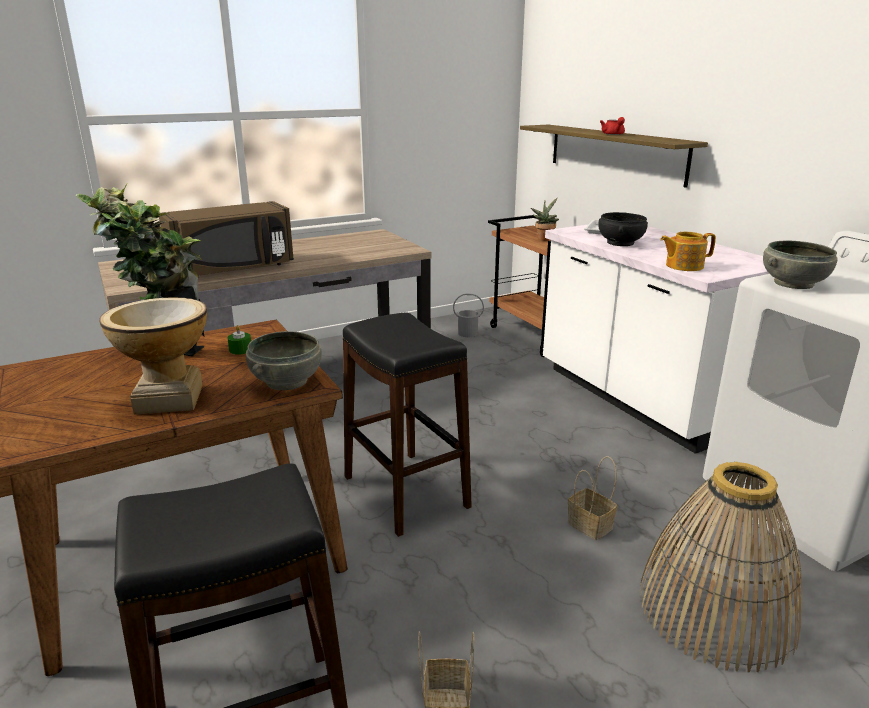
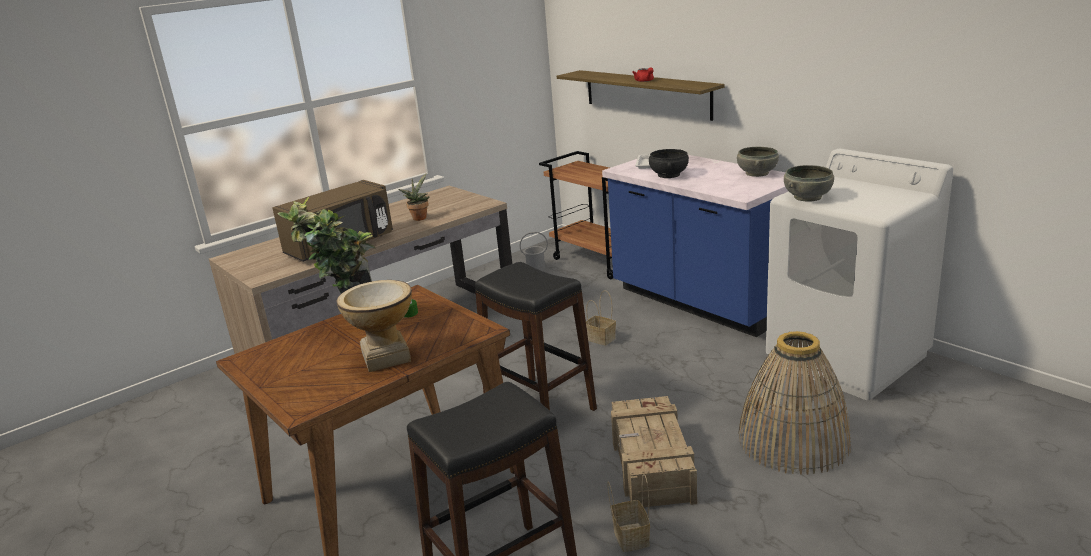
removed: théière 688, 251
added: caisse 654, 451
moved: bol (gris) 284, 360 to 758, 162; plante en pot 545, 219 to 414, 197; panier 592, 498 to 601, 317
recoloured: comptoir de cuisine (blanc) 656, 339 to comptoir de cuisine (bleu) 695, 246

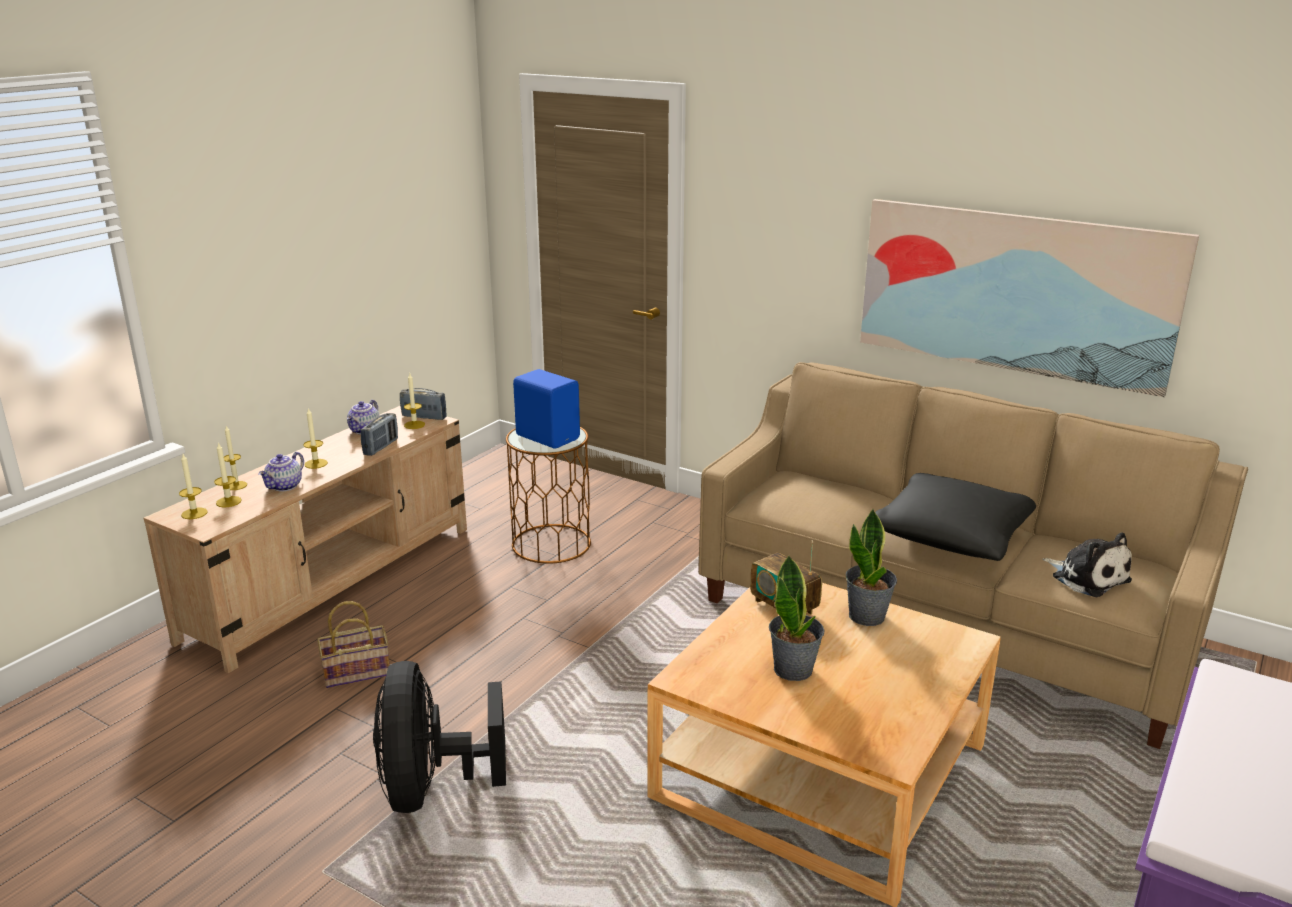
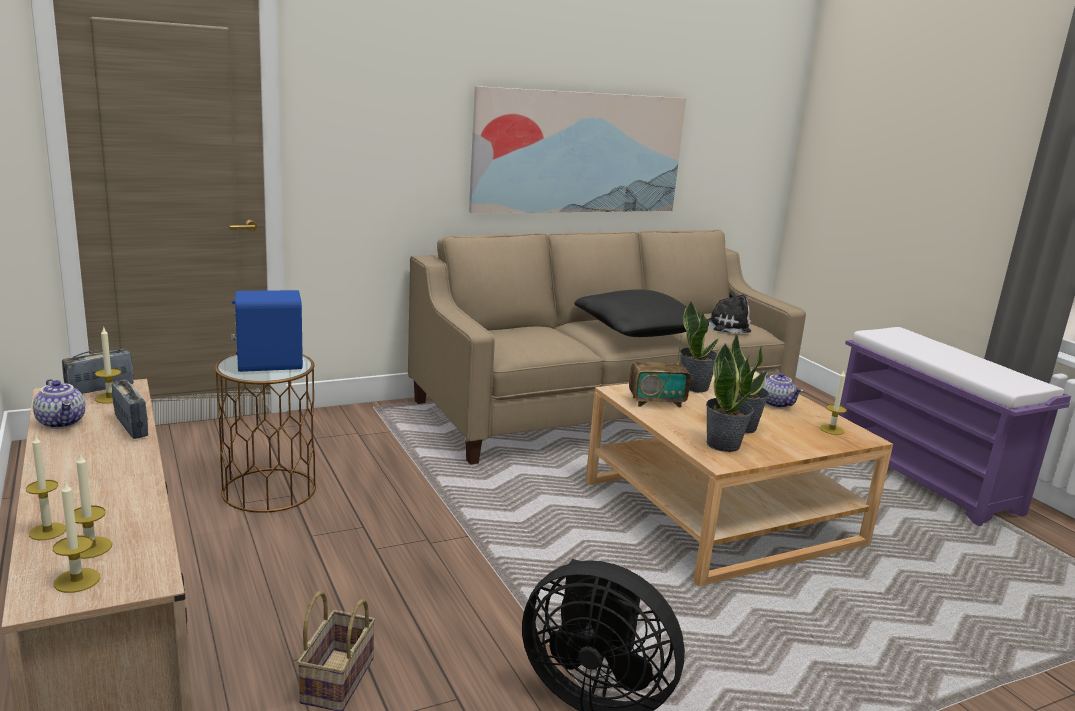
added: plante en pot 730, 398
moved: théière 281, 472 to 781, 389; bougie 315, 438 to 833, 403

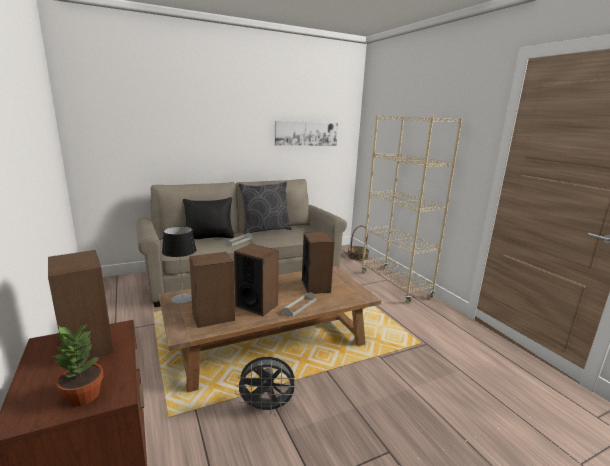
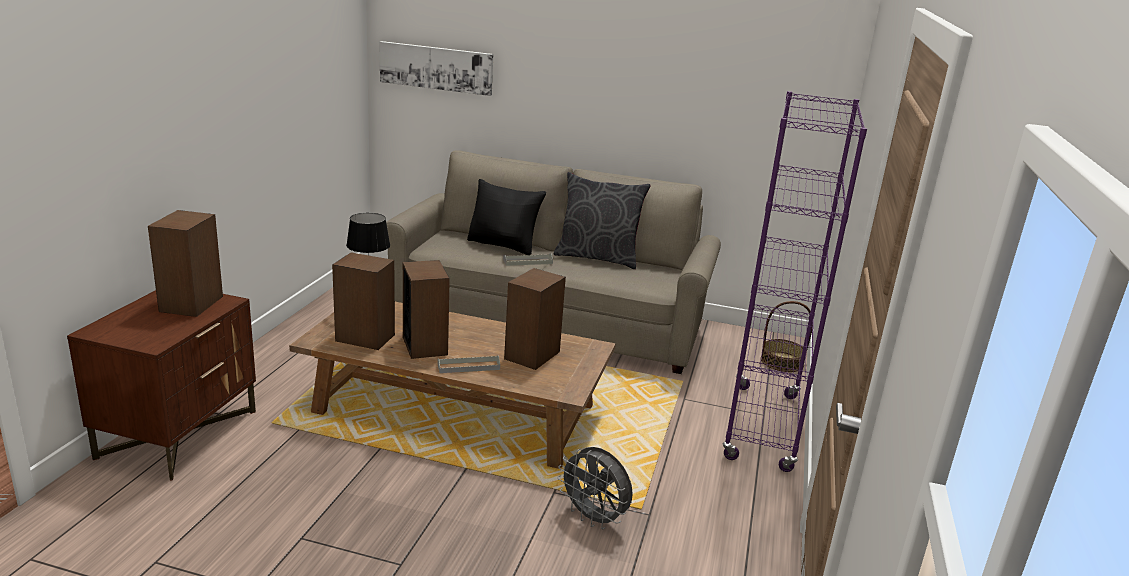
removed: plante en pot 78, 365
moved: ventilateur (gris) 266, 386 to 595, 488; tableau 306, 133 to 436, 68
recoloured: bibliothèque (beige) 412, 209 to bibliothèque (violet) 795, 281

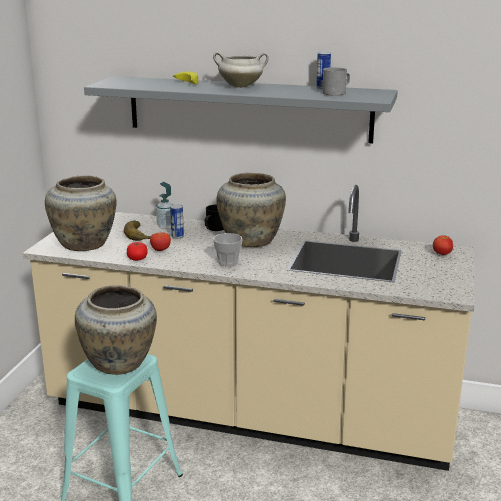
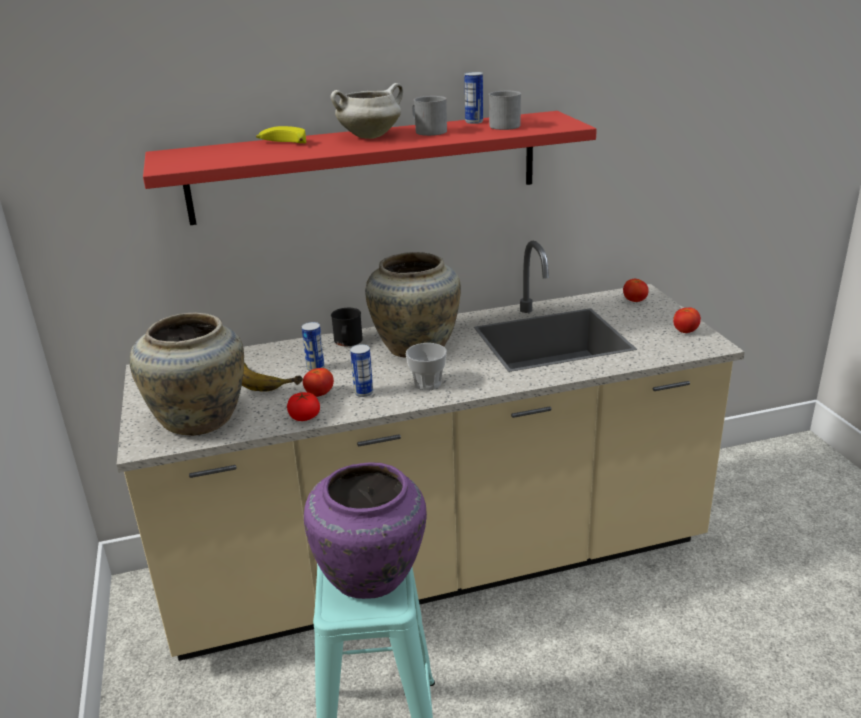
removed: distributeur de savon 164, 205
added: boîte métallique 361, 370; mug (gris) 429, 116; tomate 687, 320
recoloured: vase (beige) 116, 330 to vase (violet) 365, 531; étagère (gris) 241, 110 to étagère (rouge) 370, 168

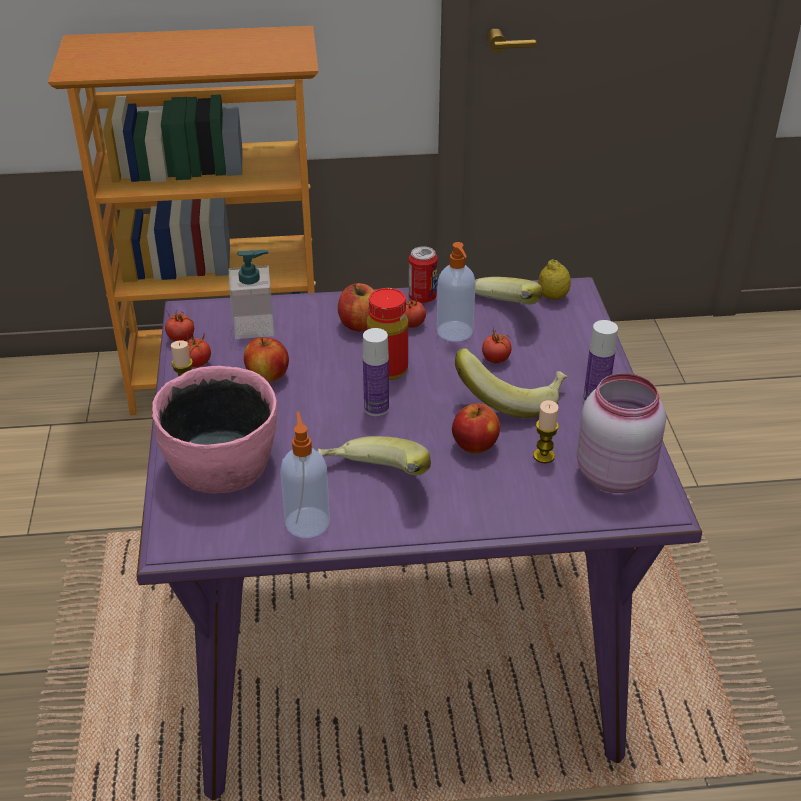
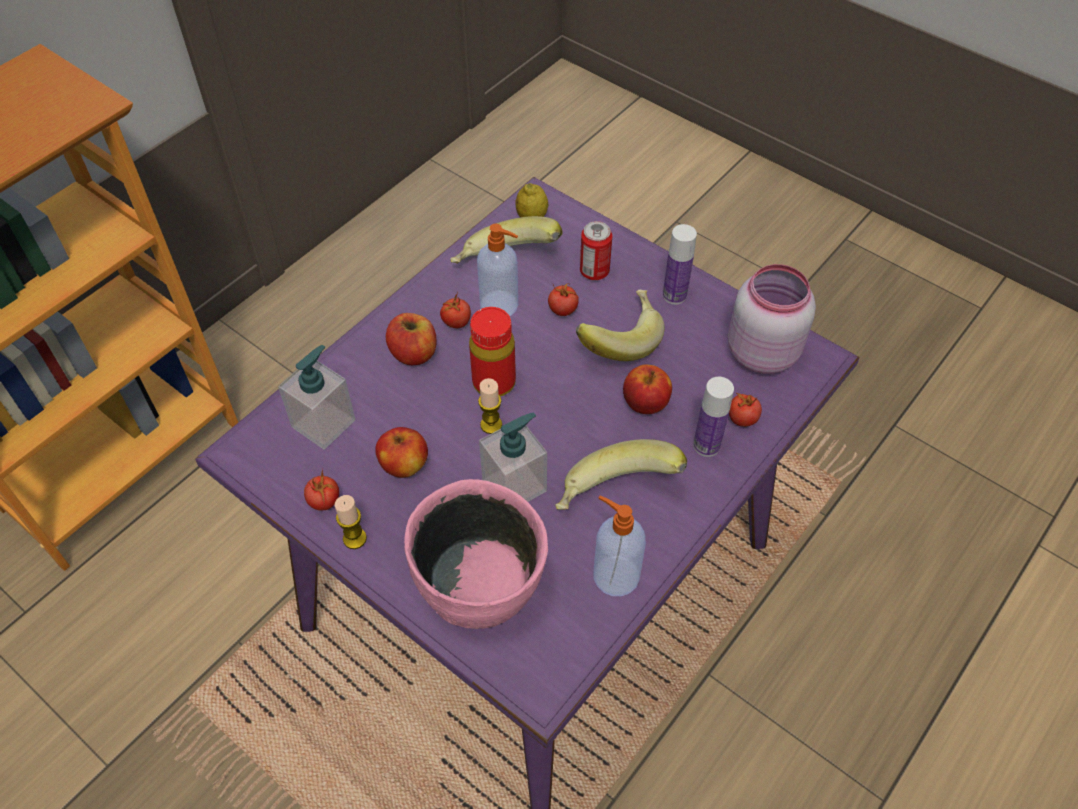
added: distributeur de savon 513, 457
moved: tomate 179, 325 to 745, 410; bouteille 376, 372 to 713, 417; boîte métallique 423, 274 to 596, 250; bougie 546, 431 to 490, 406

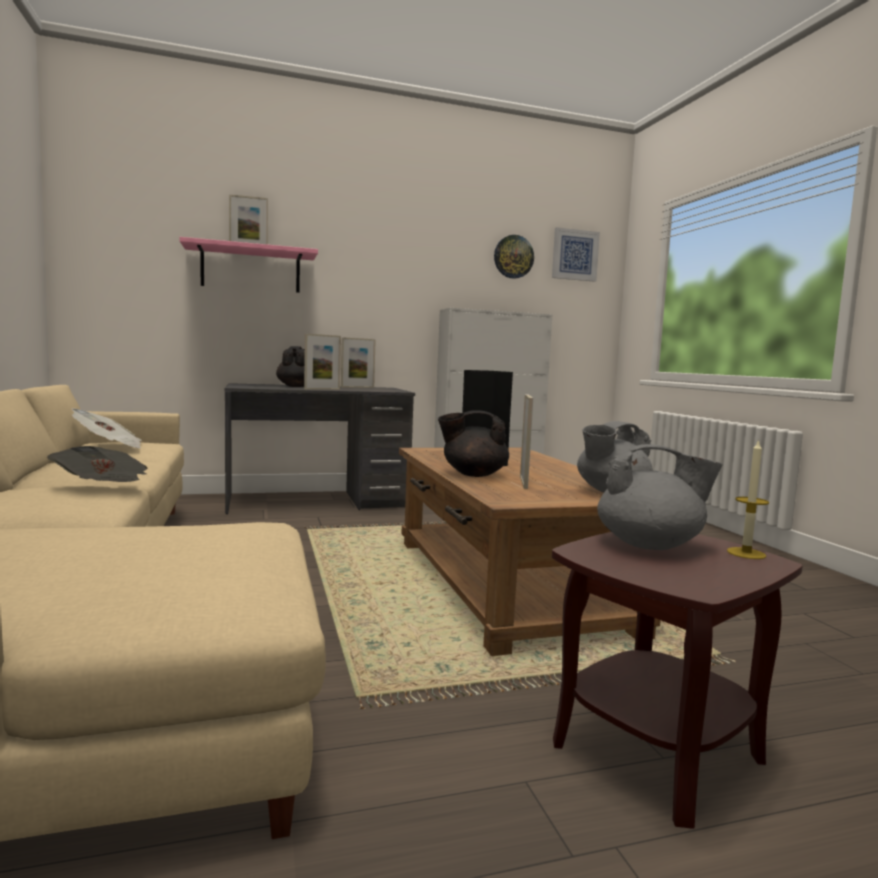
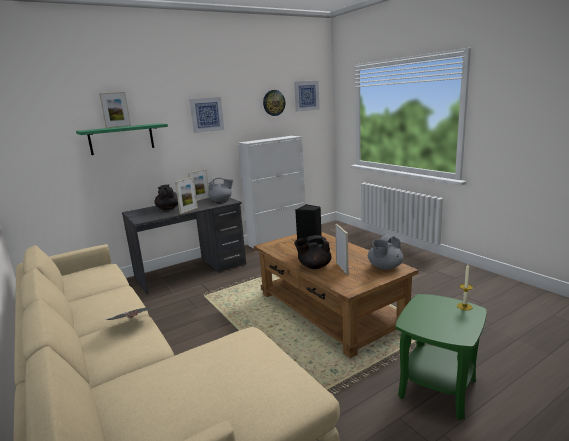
removed: journal 106, 428
added: tableau 206, 115
moved: théière (gris) 660, 497 to 220, 190
recoloured: étagère (rose) 248, 265 to étagère (vert) 122, 139; table d'appoint (marron) 677, 680 to table d'appoint (vert) 441, 357

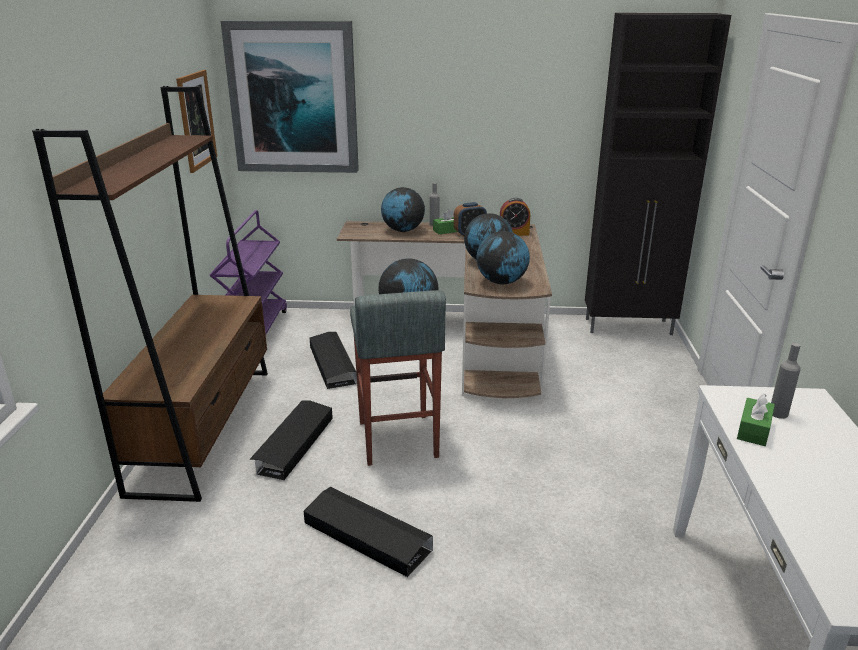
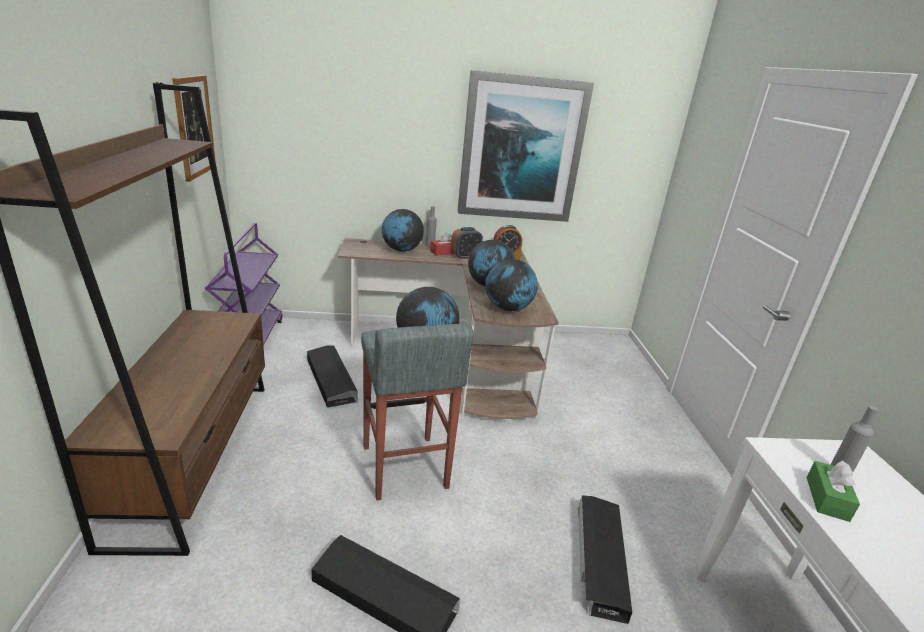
removed: meuble de rangement (noir) 658, 174
moved: tableau 290, 96 to 526, 146; boîte de rangement (noir) 291, 440 to 605, 560
recoloured: boîte à mouchoirs (vert) 445, 221 to boîte à mouchoirs (rouge) 442, 244

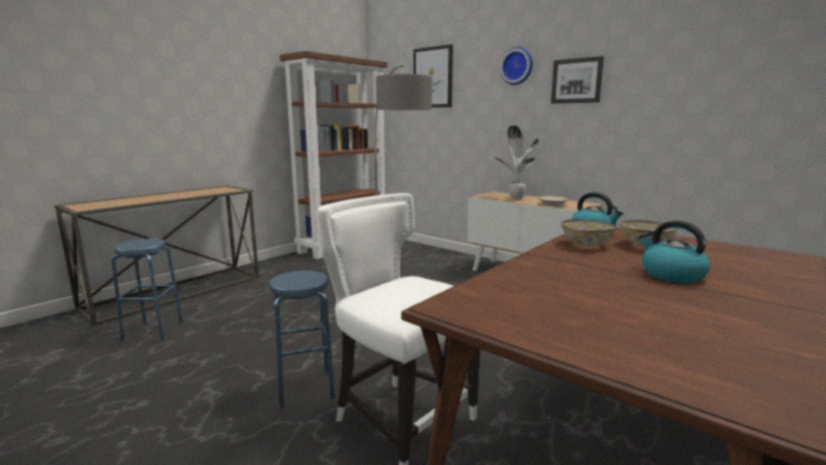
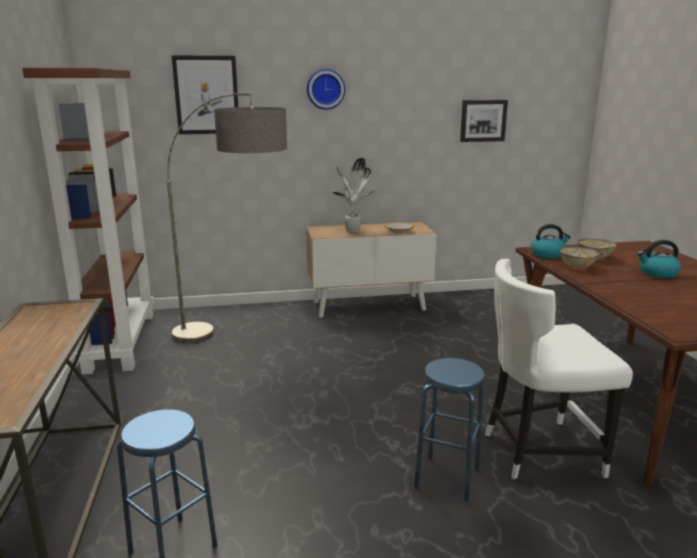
moved: tableau 577, 79 to 484, 121

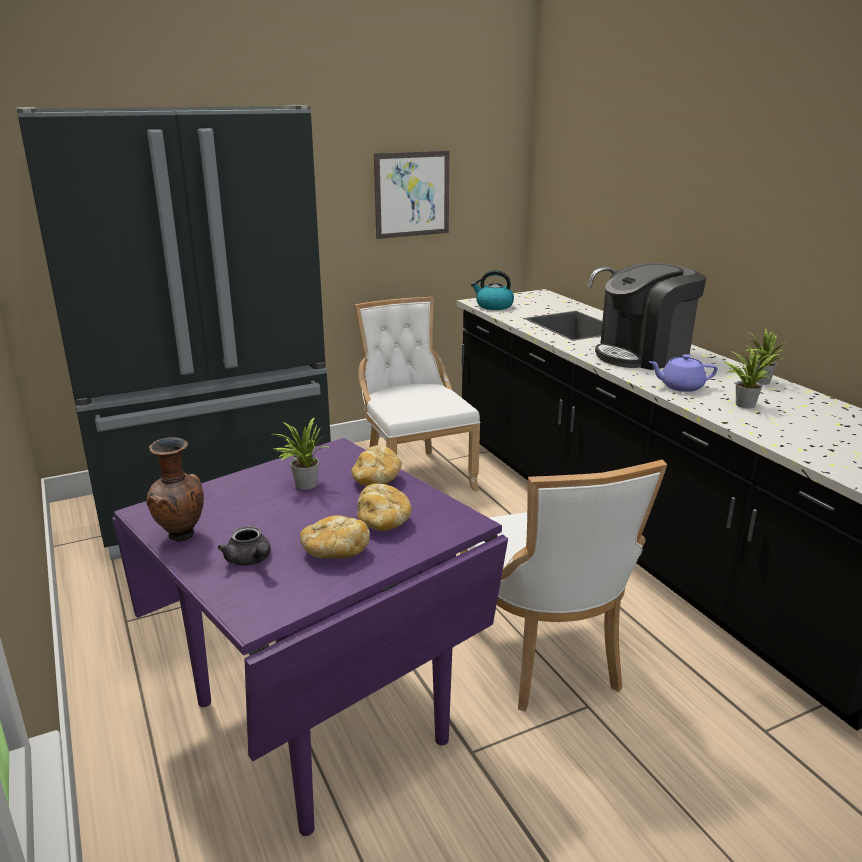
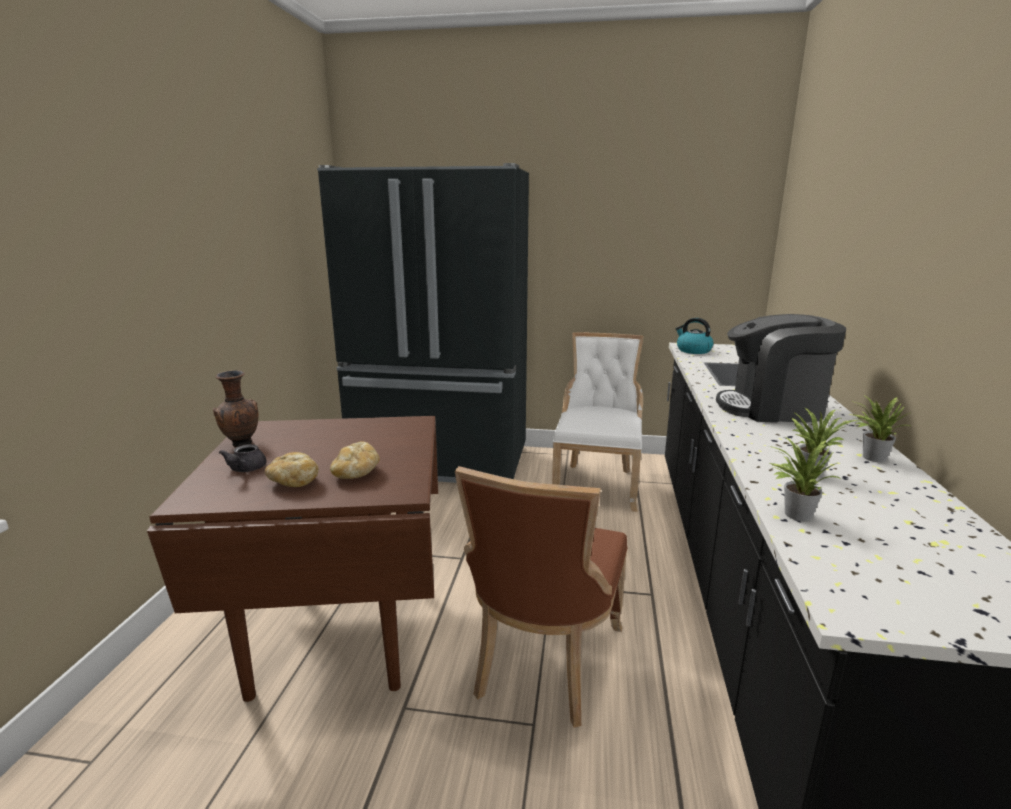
removed: pain 376, 465; tableau 411, 195; théière (violet) 683, 373
moved: plante en pot 301, 453 to 804, 479
recoloured: table à manger (violet) 310, 637 to table à manger (marron) 292, 559; chaise (blanc) 563, 585 to chaise (marron) 541, 597

